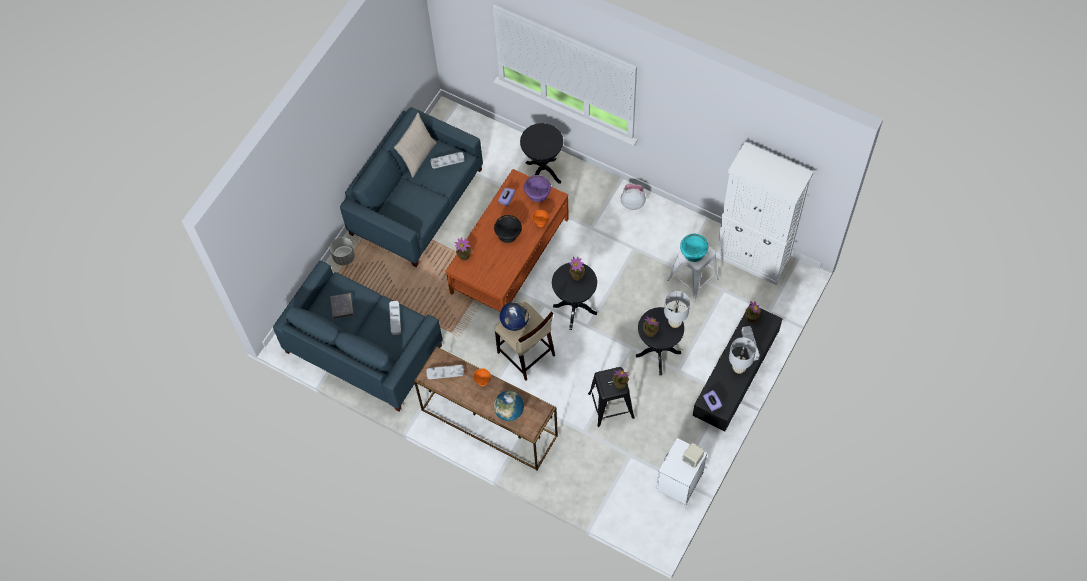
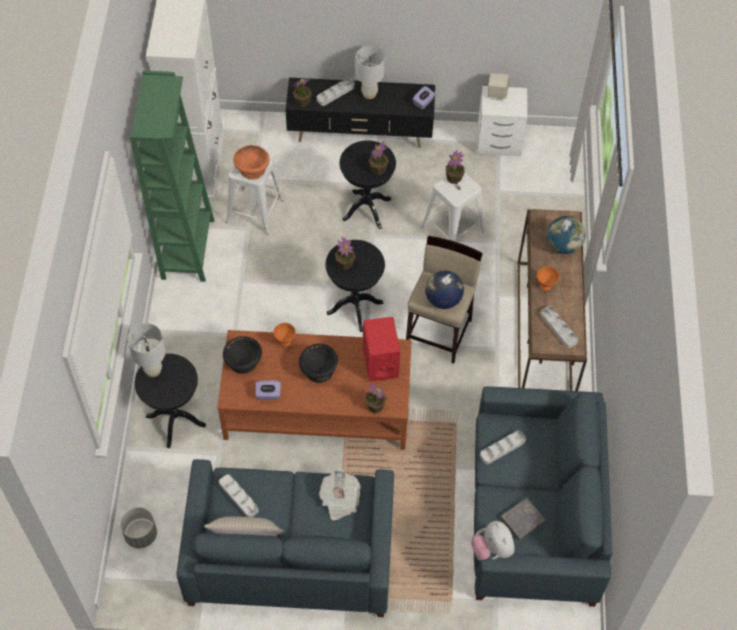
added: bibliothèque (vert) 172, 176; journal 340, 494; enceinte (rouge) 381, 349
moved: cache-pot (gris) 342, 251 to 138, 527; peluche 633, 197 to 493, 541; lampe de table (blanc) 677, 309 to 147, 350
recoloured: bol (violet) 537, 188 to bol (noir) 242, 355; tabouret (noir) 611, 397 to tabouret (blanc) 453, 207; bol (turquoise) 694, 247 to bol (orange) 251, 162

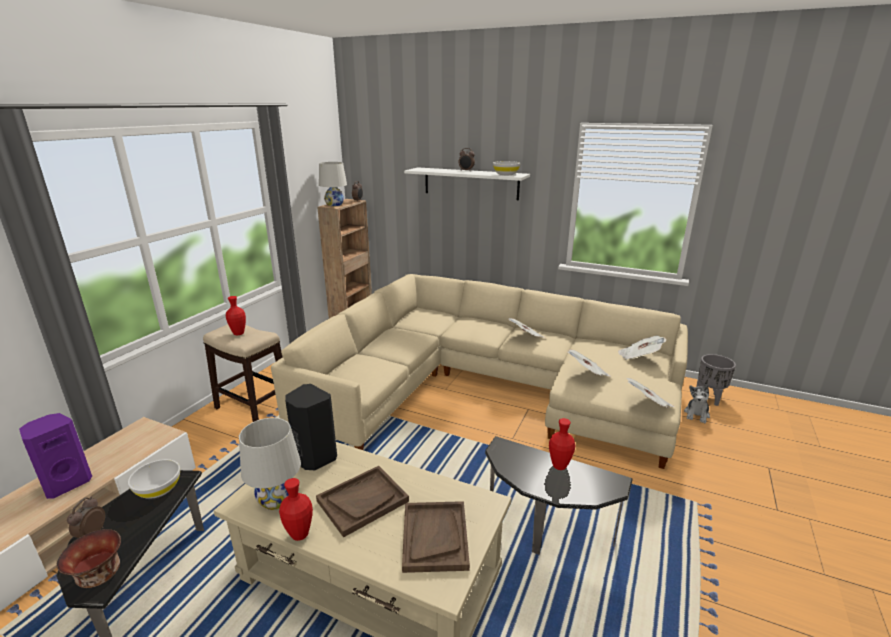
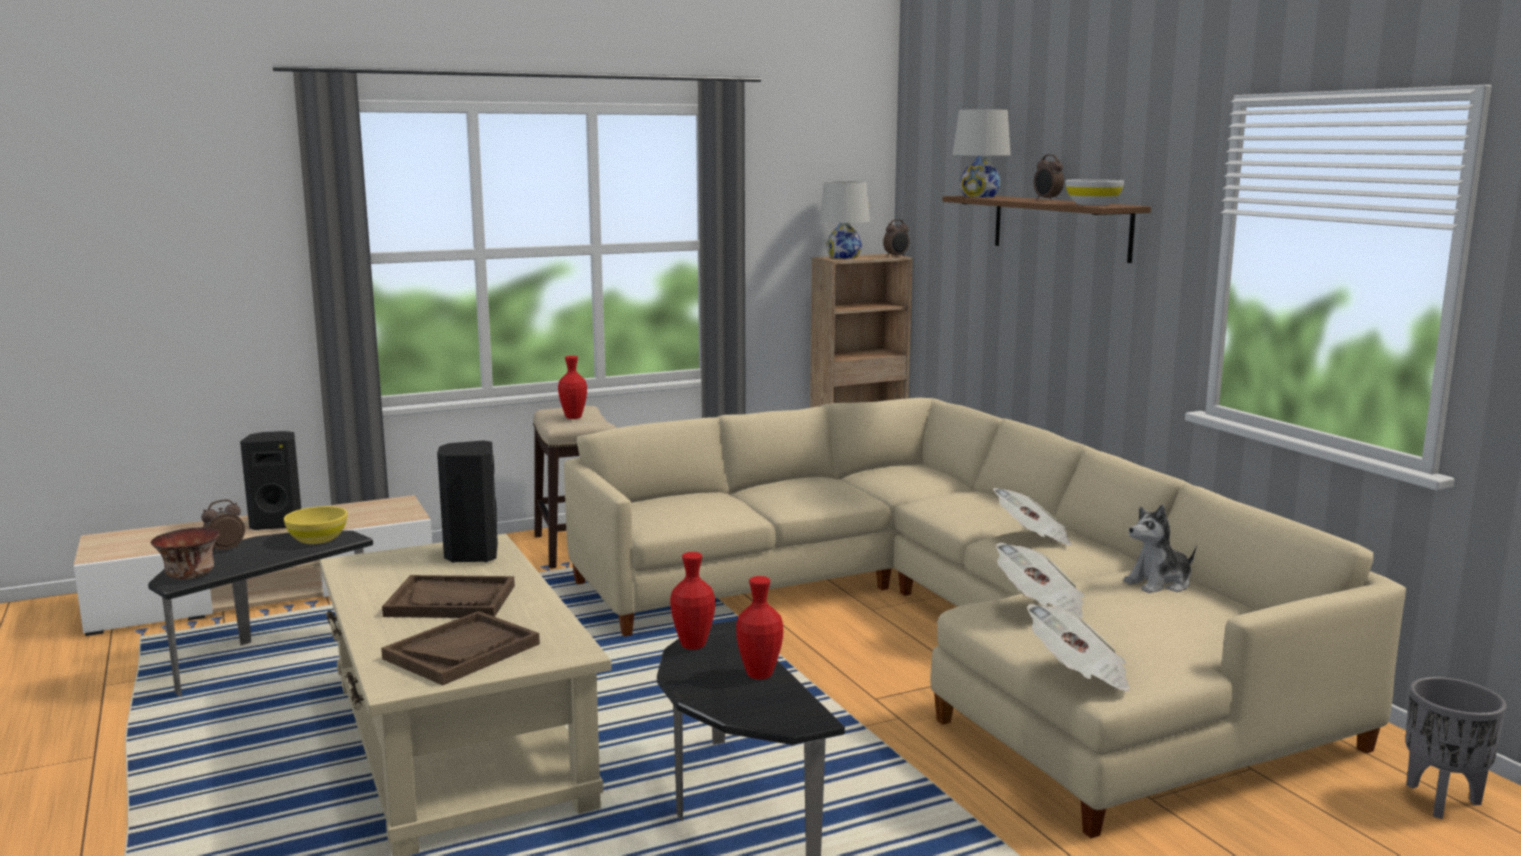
removed: journal 642, 348
moved: lampe de table (blanc) 270, 464 to 982, 153; vase (rouge) 296, 509 to 692, 601; peluche 697, 403 to 1160, 549
recoloured: enceinte (violet) 55, 456 to enceinte (noir) 270, 480; bol (blanc) 154, 479 to bol (jaune) 315, 525; étagère (blanc) 467, 183 to étagère (marron) 1047, 229

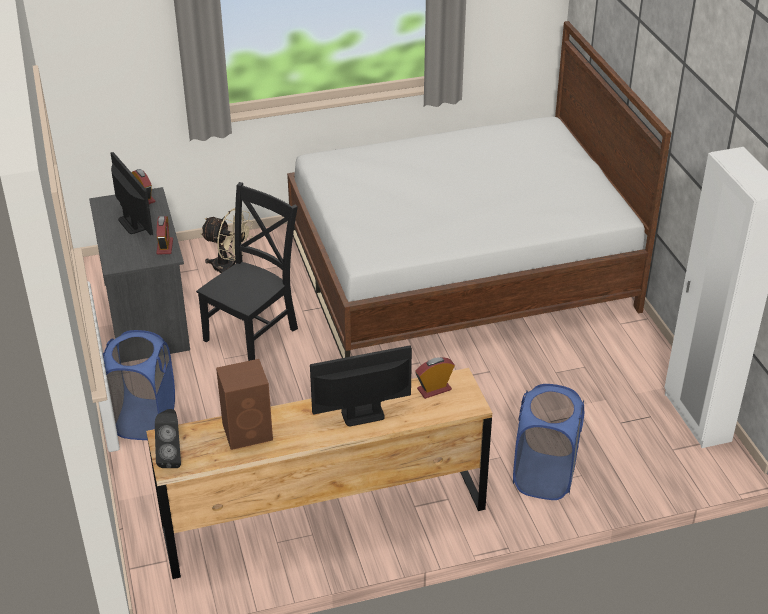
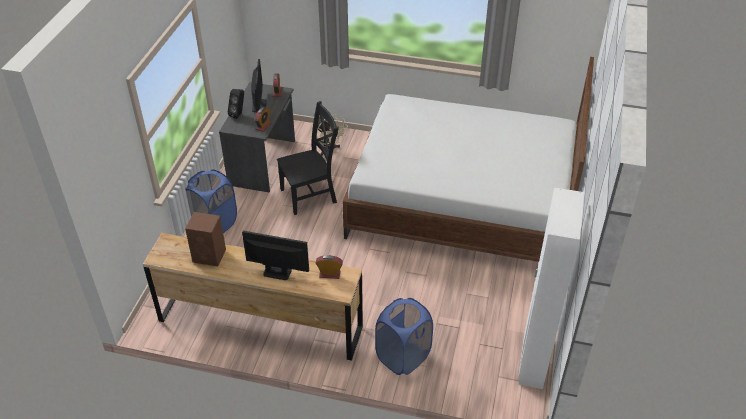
moved: enceinte (noir) 168, 438 to 236, 104

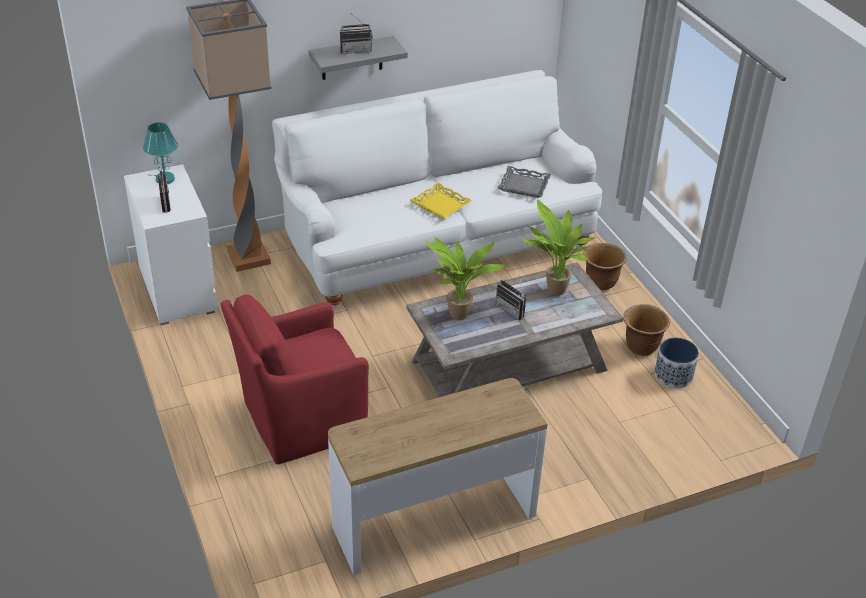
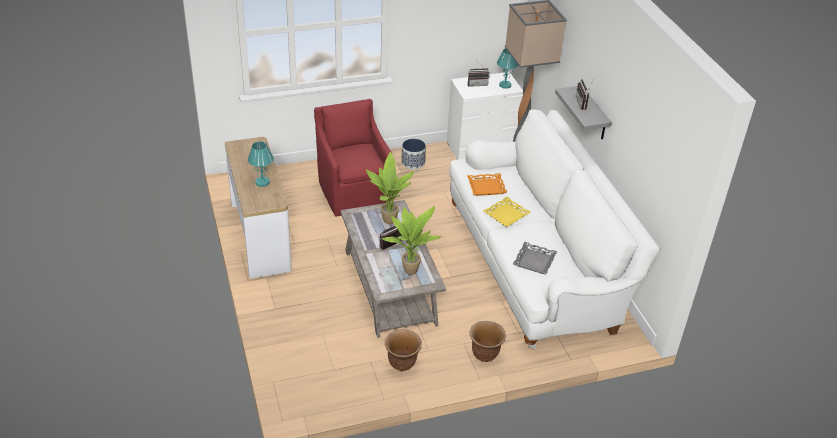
added: lampe de table (turquoise) 261, 164; plateau (orange) 487, 184
moved: cache-pot 676, 362 to 413, 154

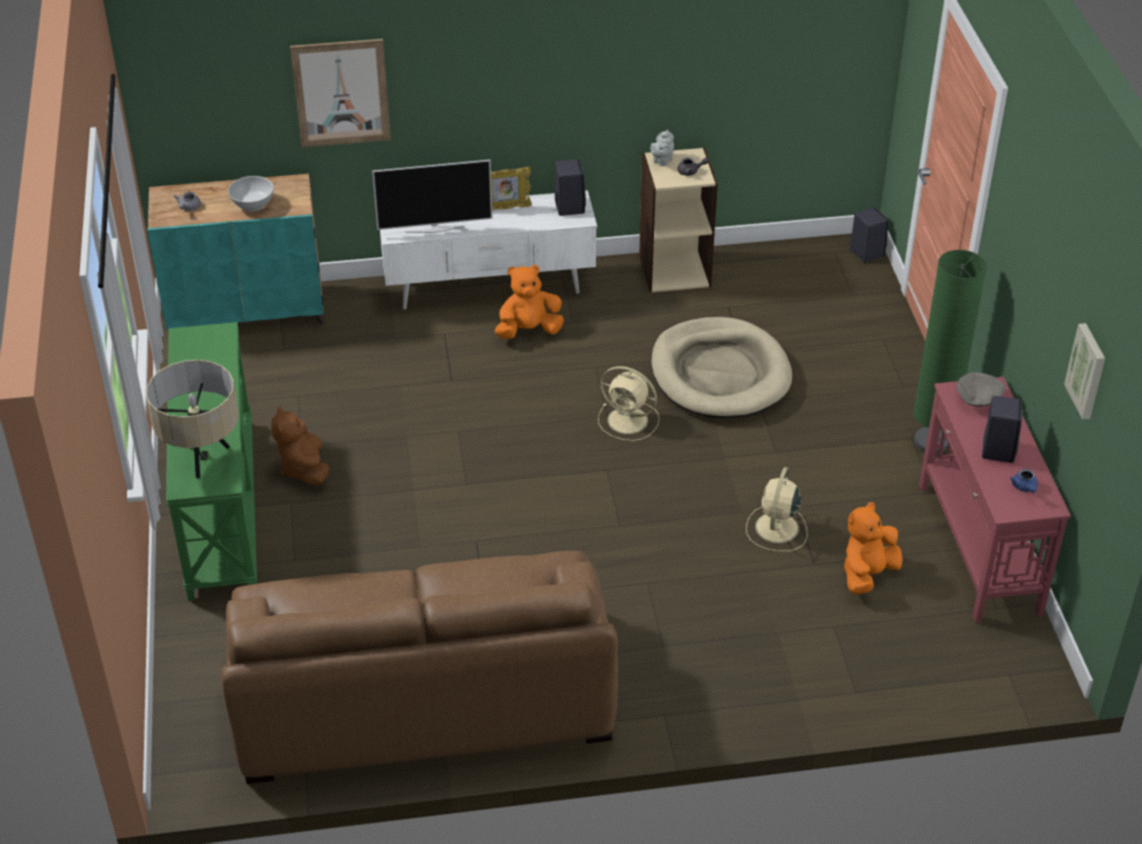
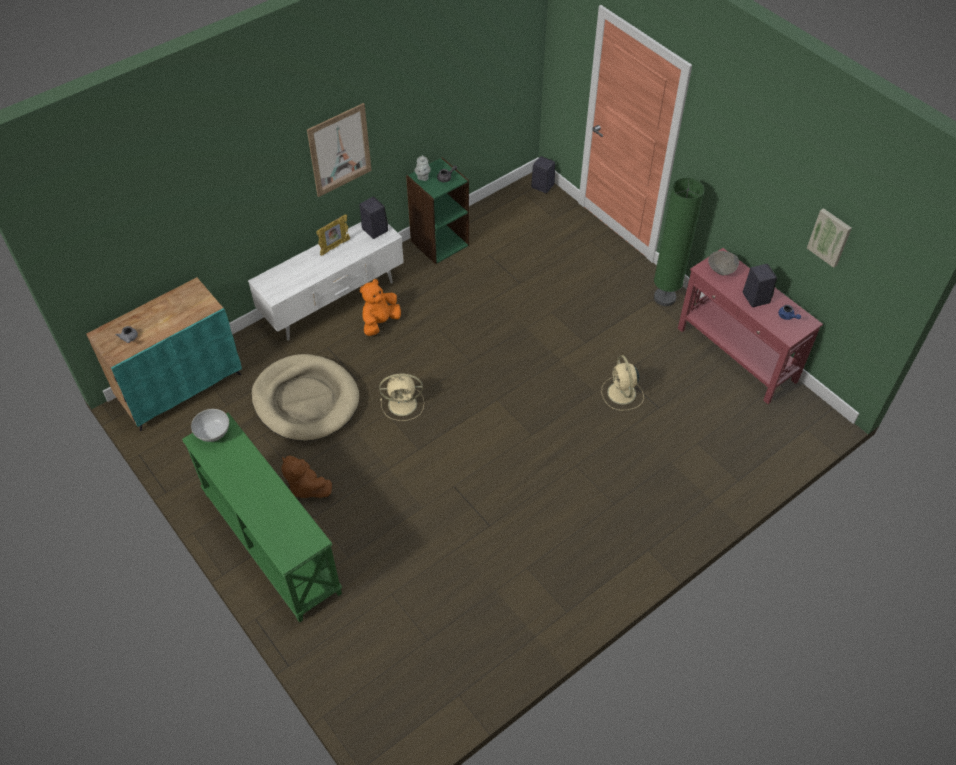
removed: lampe de table (beige) 192, 419; canapé (marron) 419, 667; téléviseur 432, 196; peluche (orange) 873, 548
moved: bol (blanc) 251, 194 to 210, 425; tableau 340, 93 to 339, 150; ventilateur (beige) 628, 403 to 401, 397; panier pour chien (beige) 721, 367 to 305, 397
recoloured: bibliothèque (beige) 678, 220 to bibliothèque (vert) 437, 211

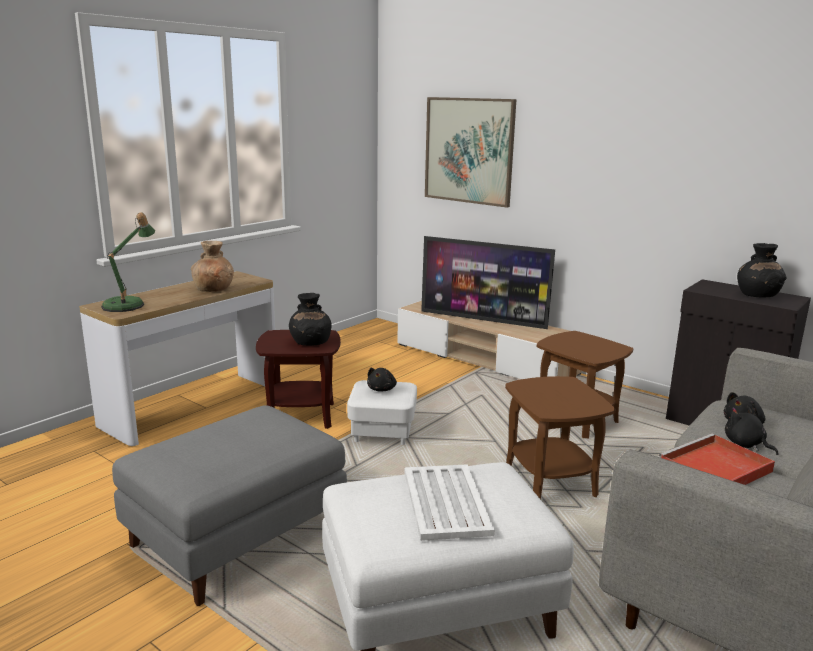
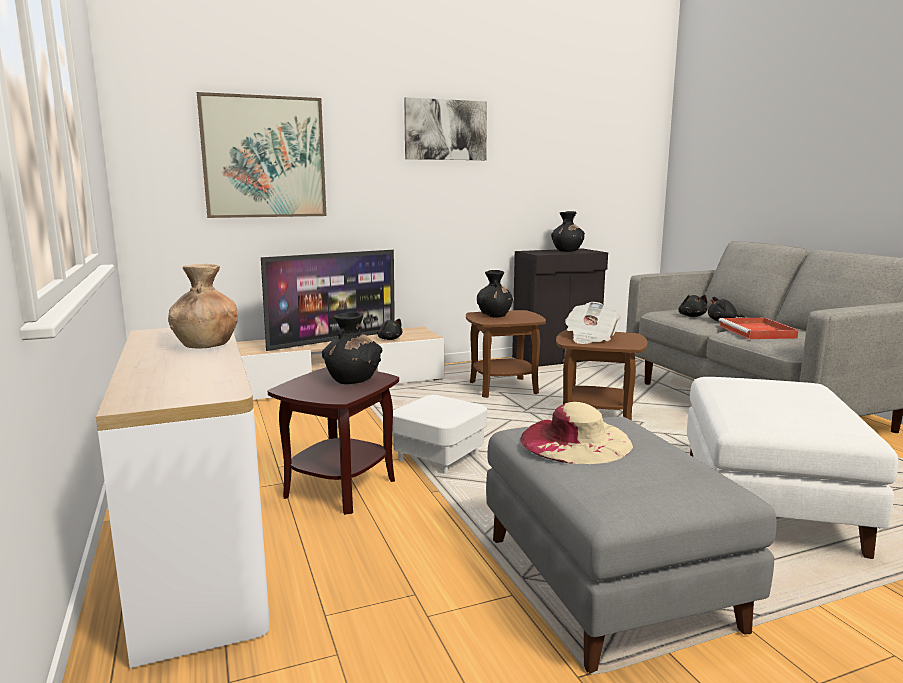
removed: lampe de table 128, 262; plateau (blanc) 449, 502
added: tableau 445, 128; vase (noir) 495, 294; chapeau (beige) 577, 433; journal 593, 323
moved: peluche (noir) 382, 380 to 390, 329

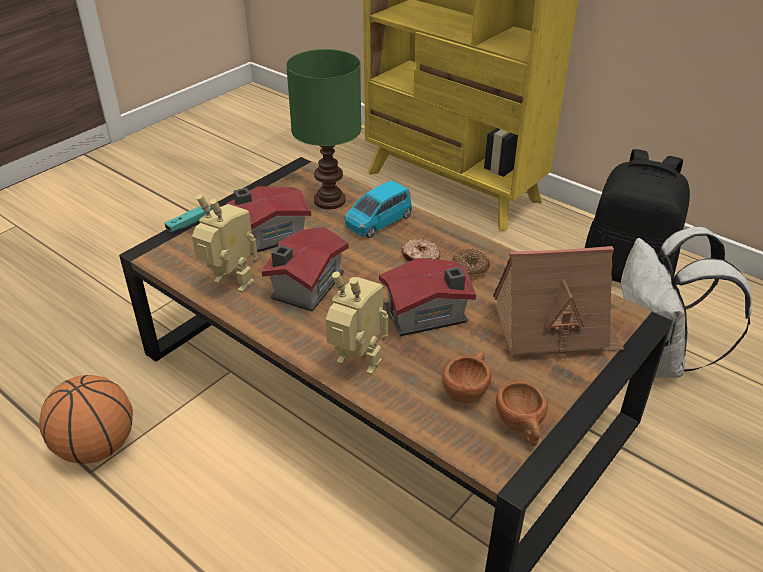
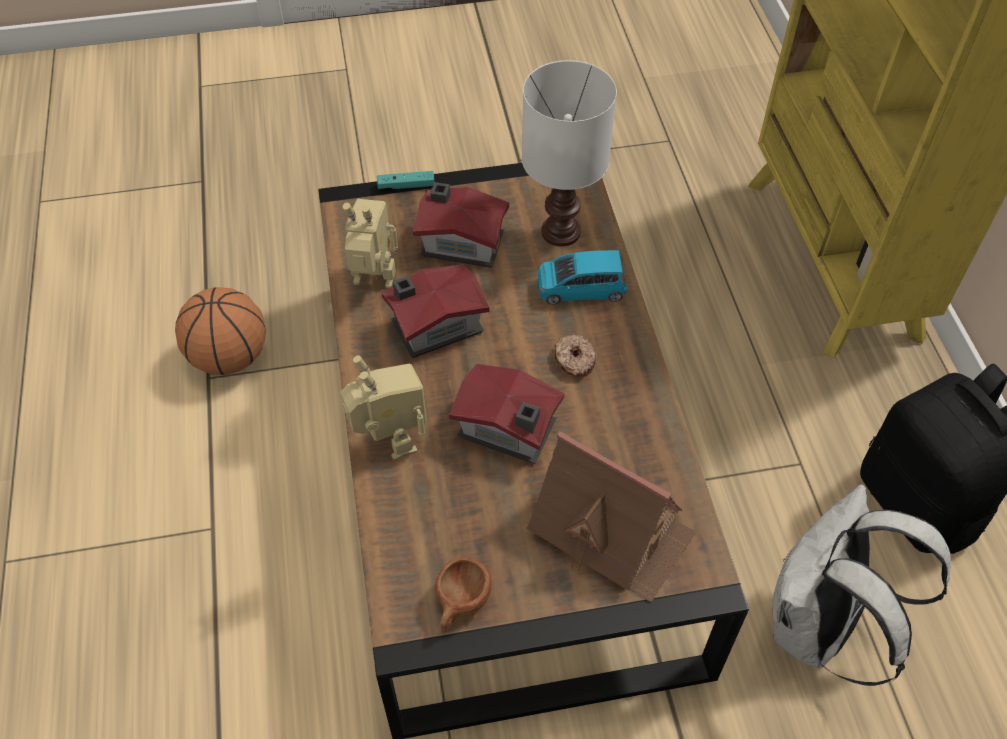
removed: tasse (marron) 467, 378; beignet 471, 263
recoloured: lampe de table (vert) 323, 129 to lampe de table (blanc) 569, 153
turned: robot jouet 225, 243 = 370, 243 60 degrees counterclockwise

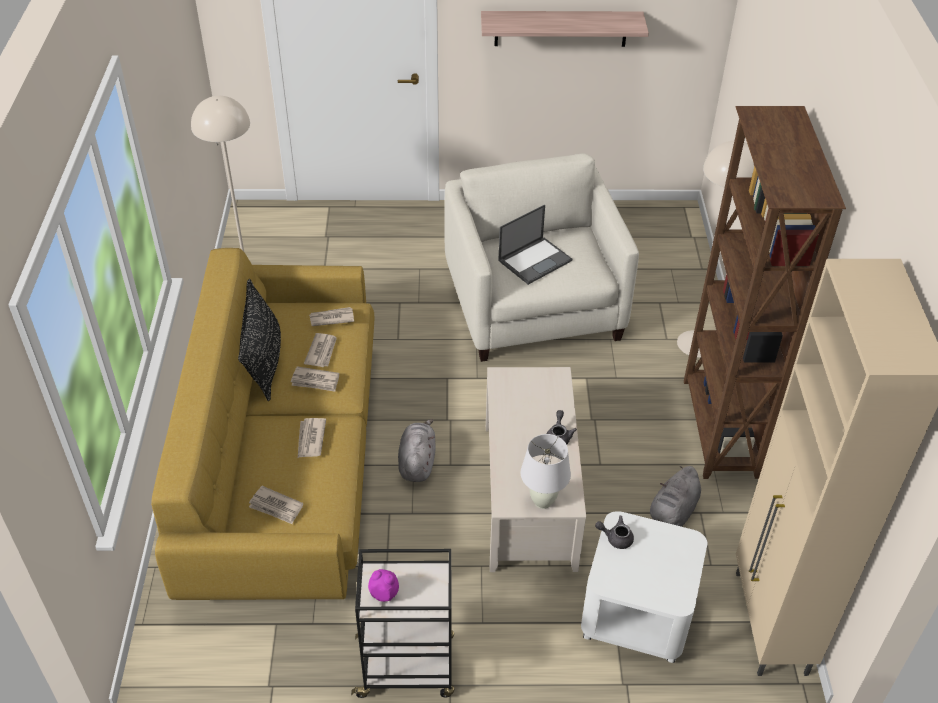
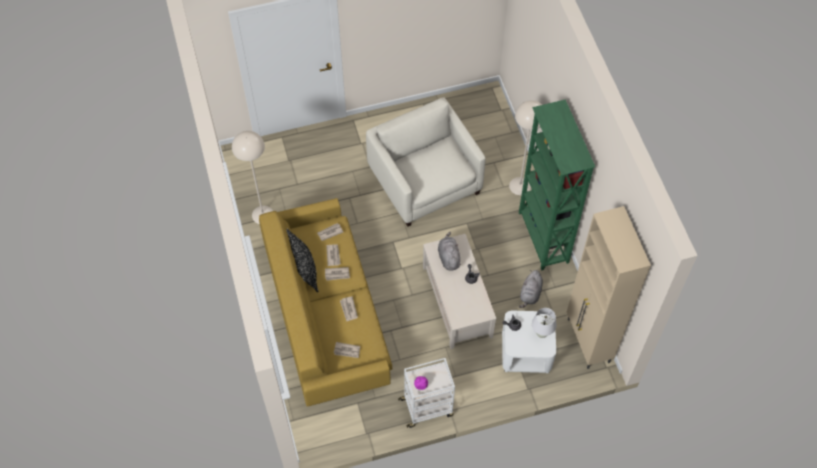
removed: étagère 565, 29; ordinateur portable 535, 244
moved: peluche (gris) 417, 450 to 449, 251; lampe de table (blanc) 546, 471 to 544, 323
recoloured: chariot (noir) 402, 623 to chariot (blanc) 426, 393; bibliothèque (marron) 765, 292 to bibliothèque (vert) 557, 184

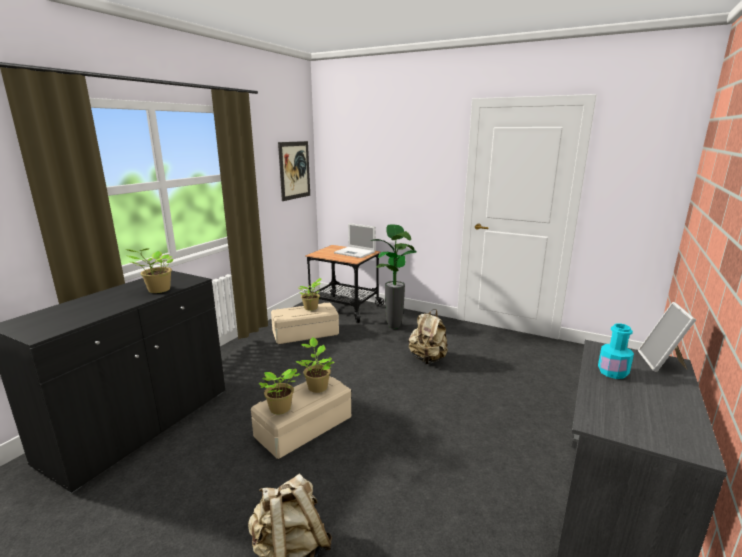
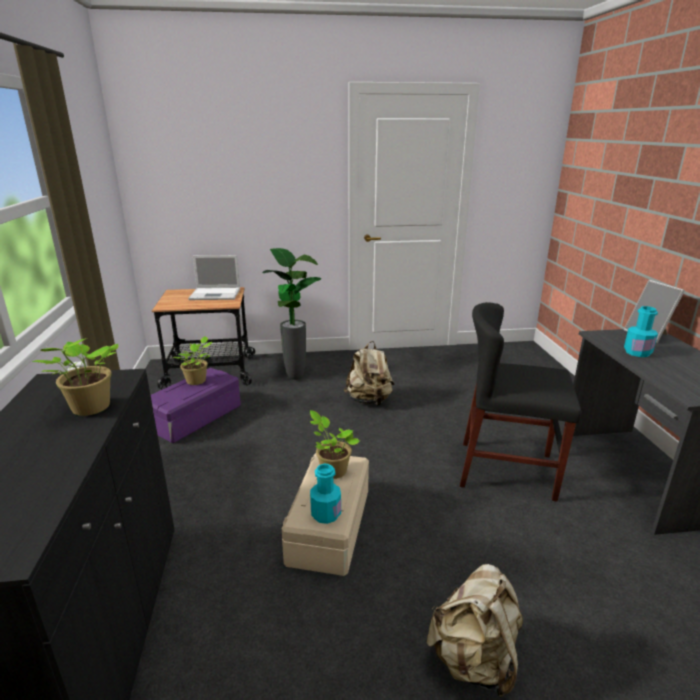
removed: tableau 294, 171
added: chaise (noir) 520, 401
replaced: plante en pot 279, 391 to bouteille (turquoise) 325, 494
recoloured: boîte de rangement (beige) 305, 323 to boîte de rangement (violet) 196, 405

